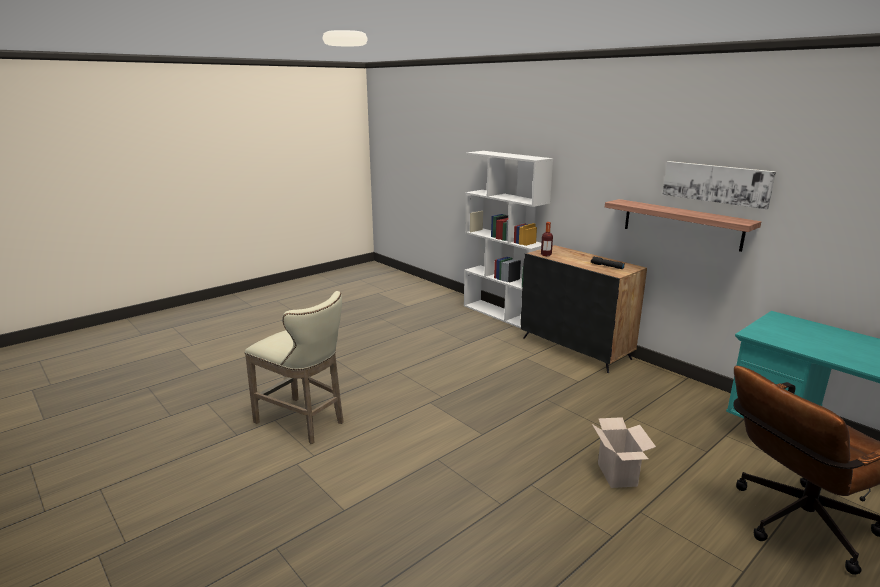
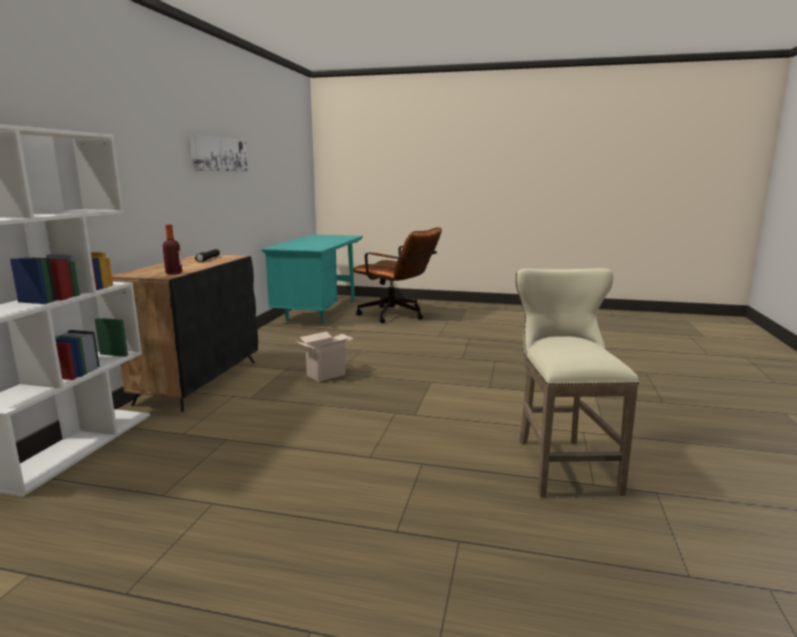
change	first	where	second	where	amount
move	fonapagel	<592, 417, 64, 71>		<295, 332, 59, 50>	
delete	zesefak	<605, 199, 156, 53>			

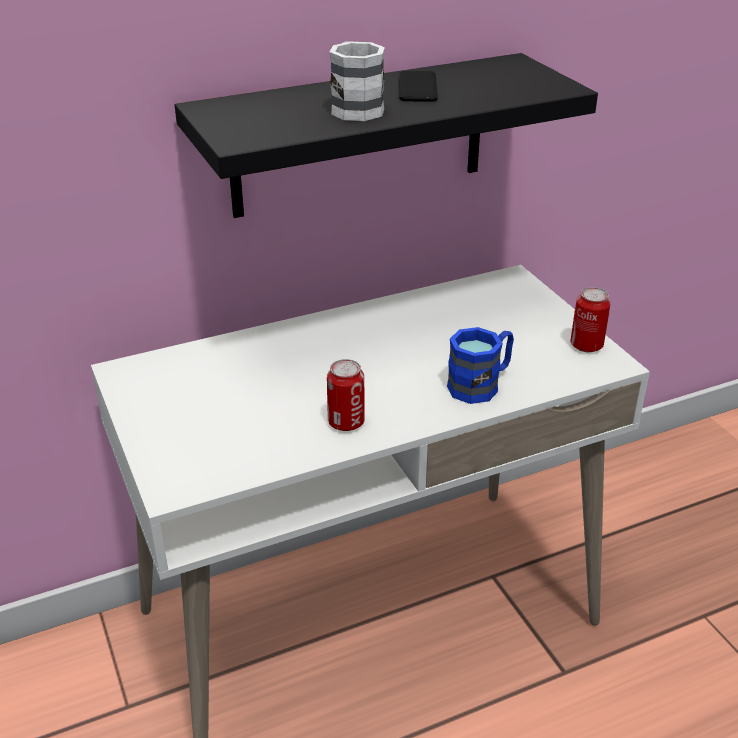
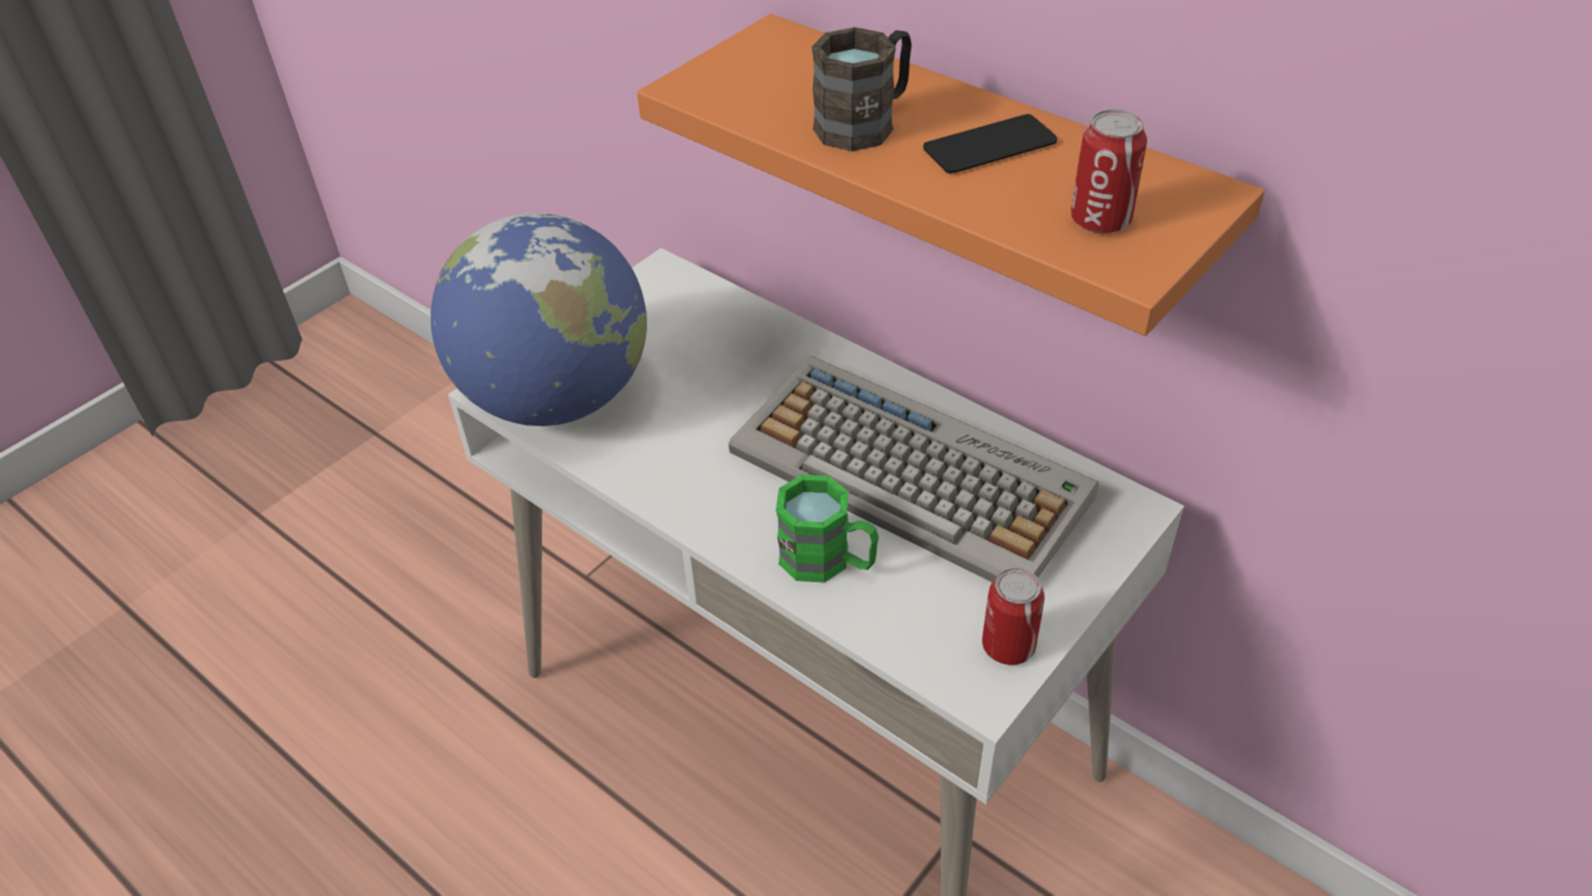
change	first	where	second	where	amount
recolor	black zesefak	<175, 53, 423, 165>	orange zesefak	<637, 14, 628, 322>	
move	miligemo	<327, 359, 38, 72>		<1071, 109, 76, 124>	
recolor	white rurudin	<330, 41, 55, 80>	brown rurudin	<812, 27, 100, 124>	
recolor	blue rurudin	<447, 327, 67, 77>	green rurudin	<776, 474, 103, 109>	
insert			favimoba	<431, 213, 216, 213>	
insert			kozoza	<728, 356, 371, 226>	

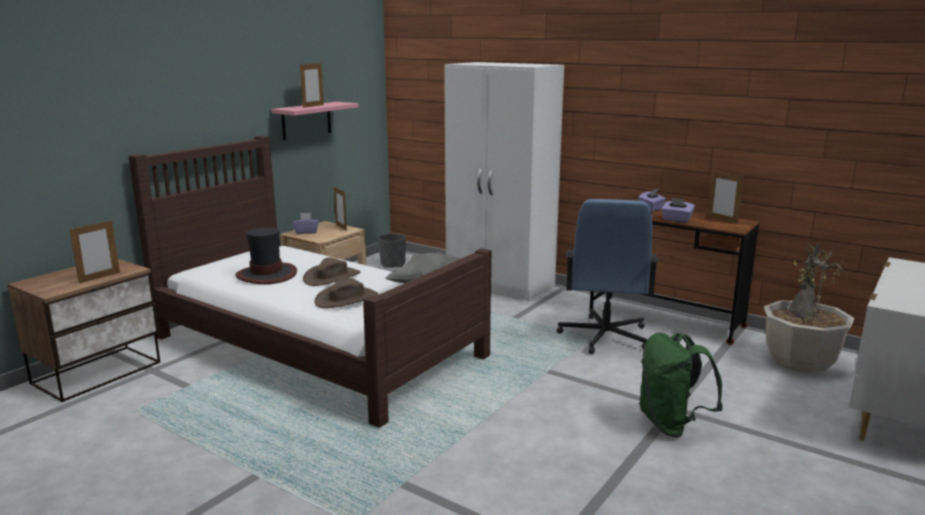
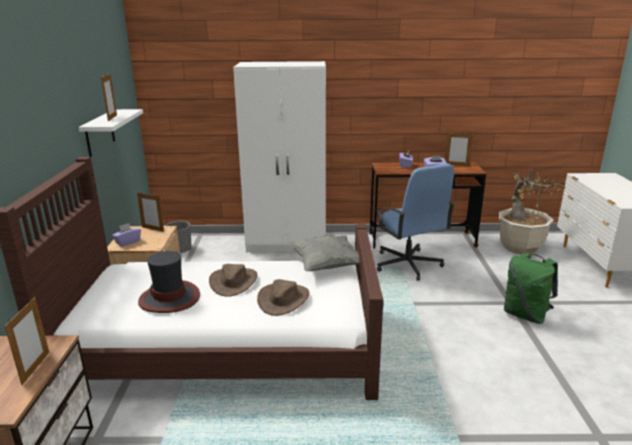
change	first	where	second	where	amount
recolor	pink zesefak	<272, 102, 87, 38>	white zesefak	<79, 109, 64, 48>	

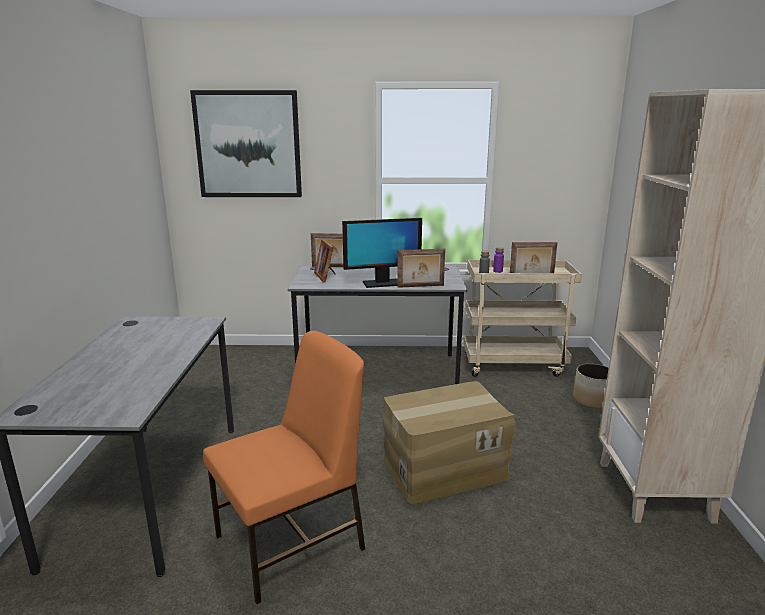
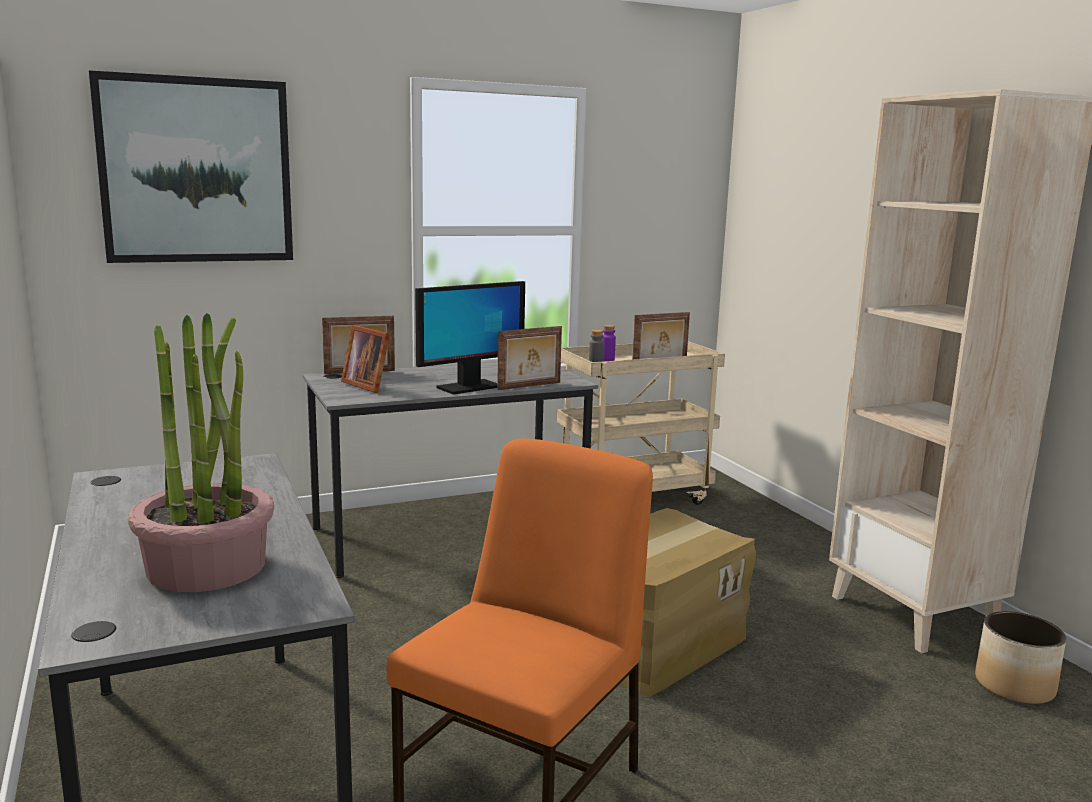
change	first	where	second	where	amount
move	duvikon	<573, 364, 36, 44>		<975, 611, 91, 93>	
insert			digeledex	<128, 313, 146, 279>	

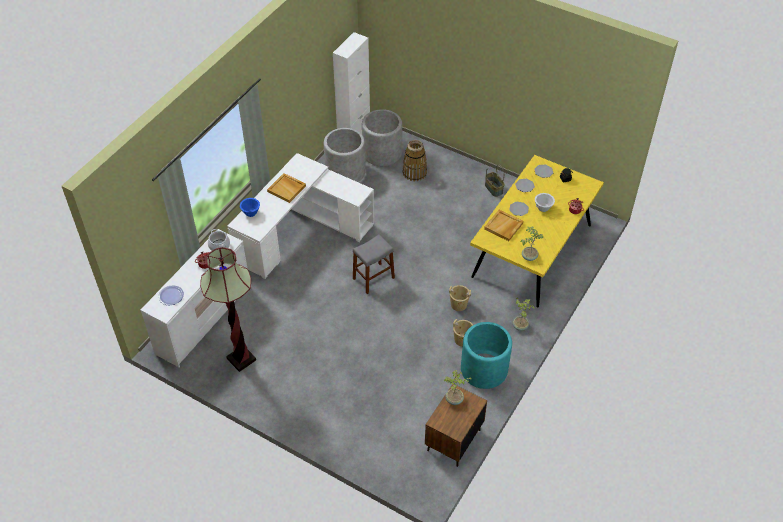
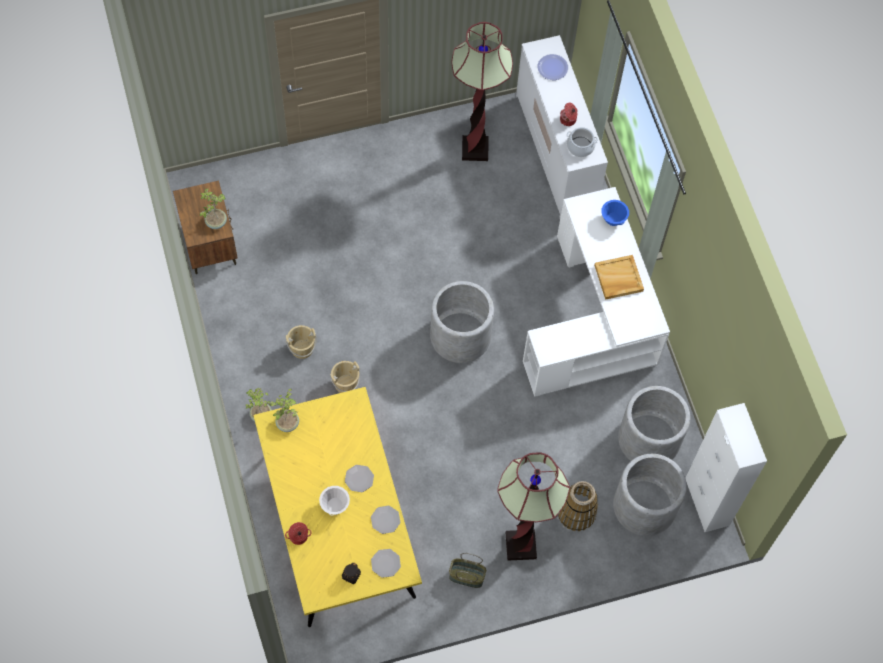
change	first	where	second	where	amount
replace	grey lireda	<353, 235, 42, 59>	grey duvikon	<430, 281, 64, 82>	
delete	turquoise duvikon	<461, 322, 51, 67>			
delete	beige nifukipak	<484, 210, 39, 31>			
insert			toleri	<497, 453, 73, 108>	

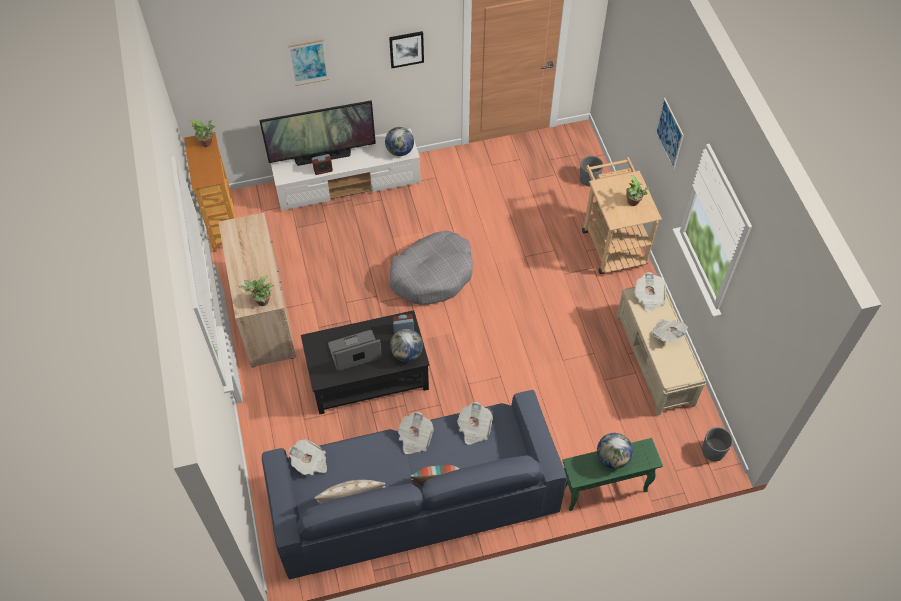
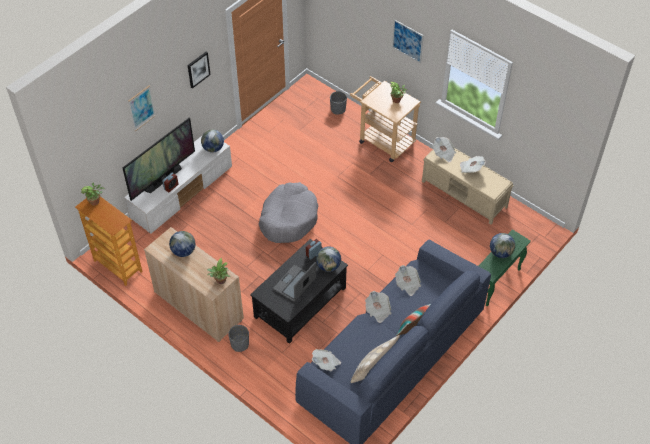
change	first	where	second	where	amount
move	grey duvikon	<702, 427, 31, 34>		<228, 325, 21, 27>	
insert			favimoba	<169, 231, 27, 26>	

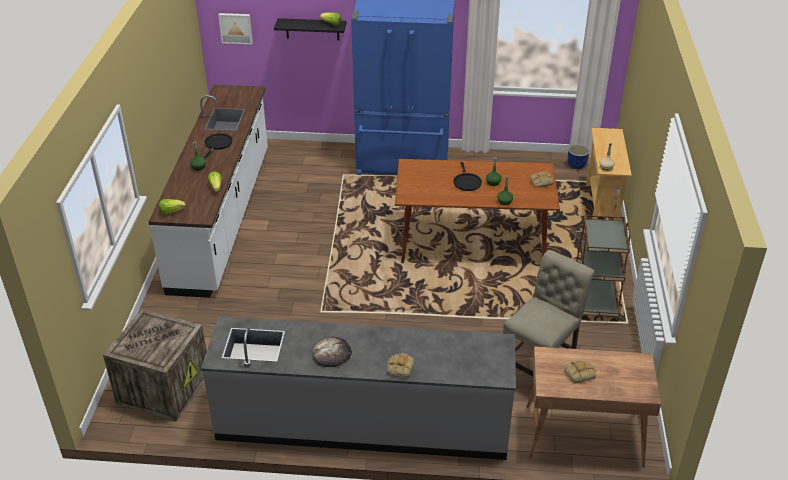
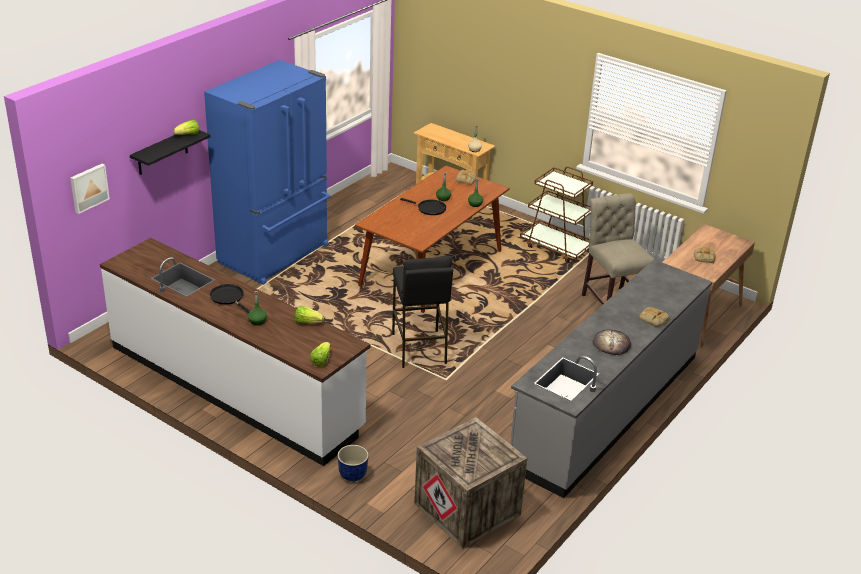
change	first	where	second	where	amount
move	duvikon	<568, 144, 22, 25>		<337, 445, 32, 37>	
insert			black lireda	<392, 256, 61, 112>	

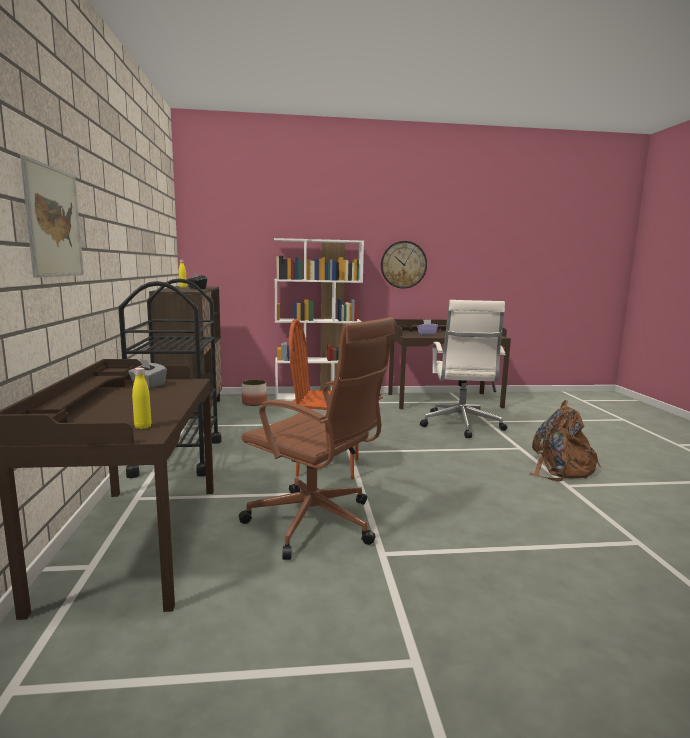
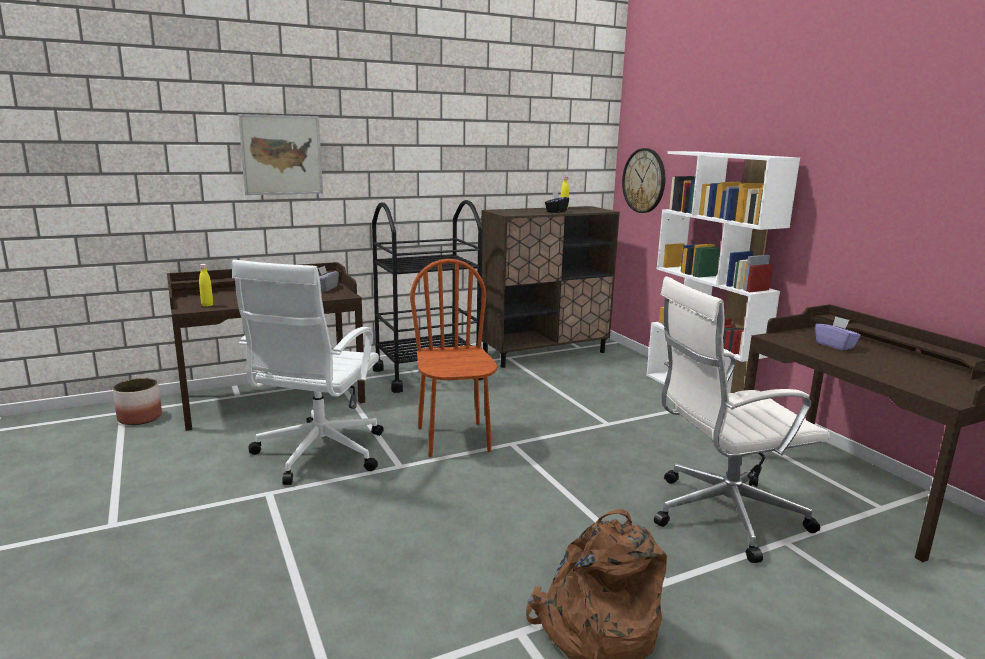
change	first	where	second	where	amount
recolor	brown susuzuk	<239, 317, 156, 243>	white susuzuk	<232, 260, 152, 225>	
move	duvikon	<242, 380, 25, 26>		<113, 378, 49, 47>	
move	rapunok	<381, 241, 46, 48>		<622, 148, 43, 65>	

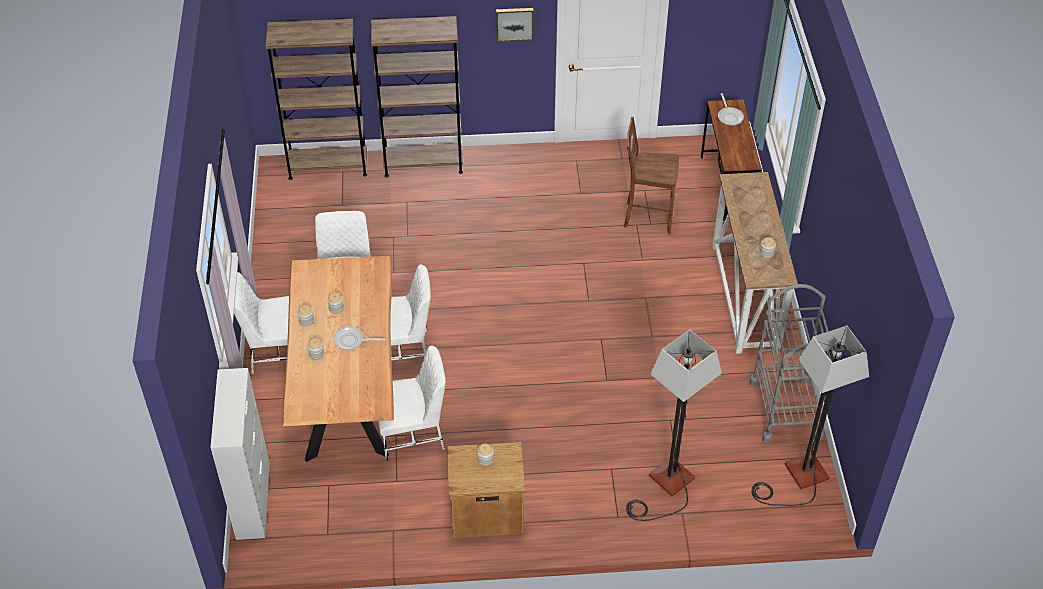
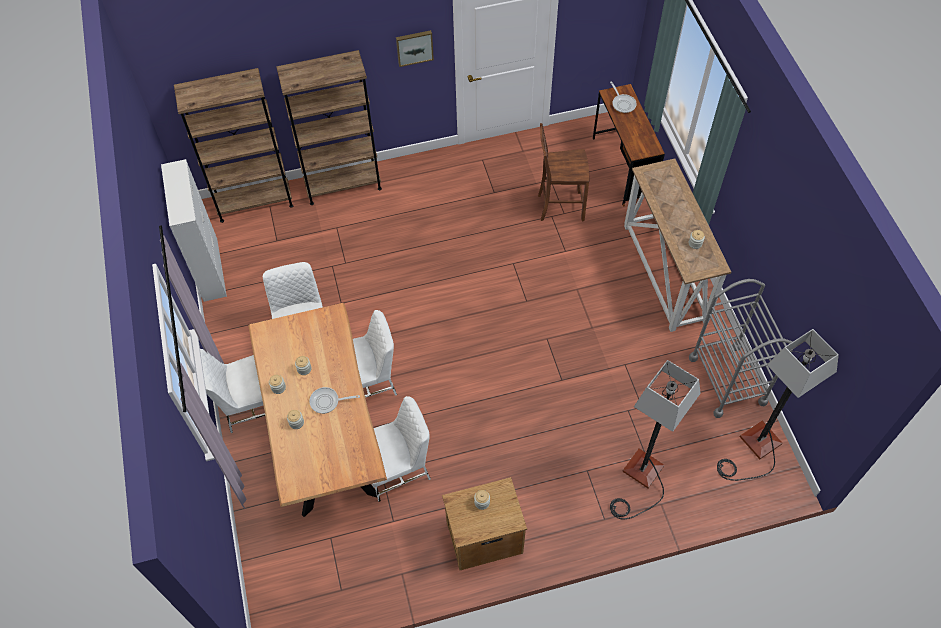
change	first	where	second	where	amount
move	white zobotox	<210, 368, 60, 172>		<161, 159, 66, 143>	

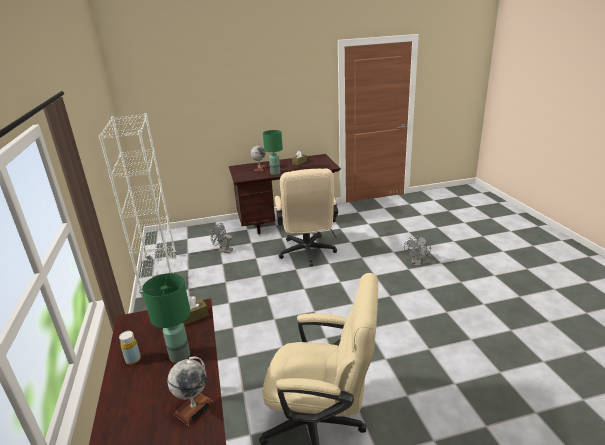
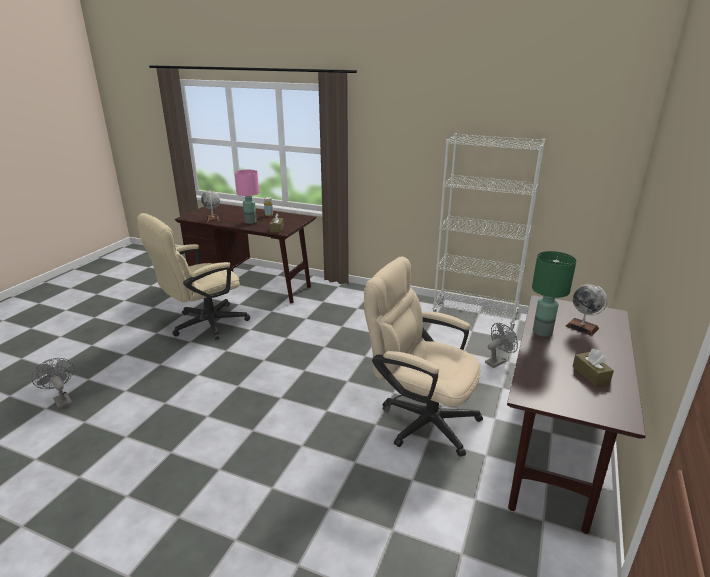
change	first	where	second	where	amount
recolor	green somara	<142, 273, 48, 90>	pink somara	<235, 170, 24, 54>	
move	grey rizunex	<404, 235, 27, 31>		<31, 358, 43, 51>	

